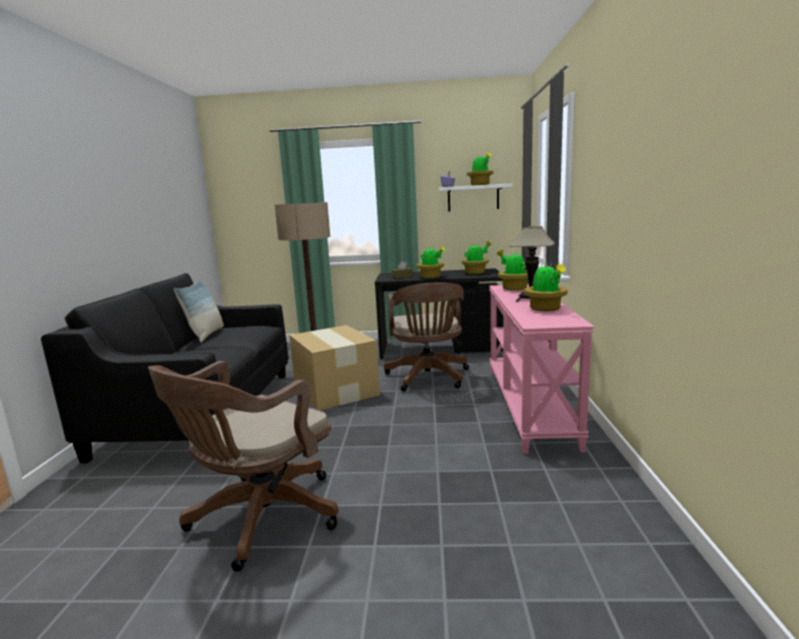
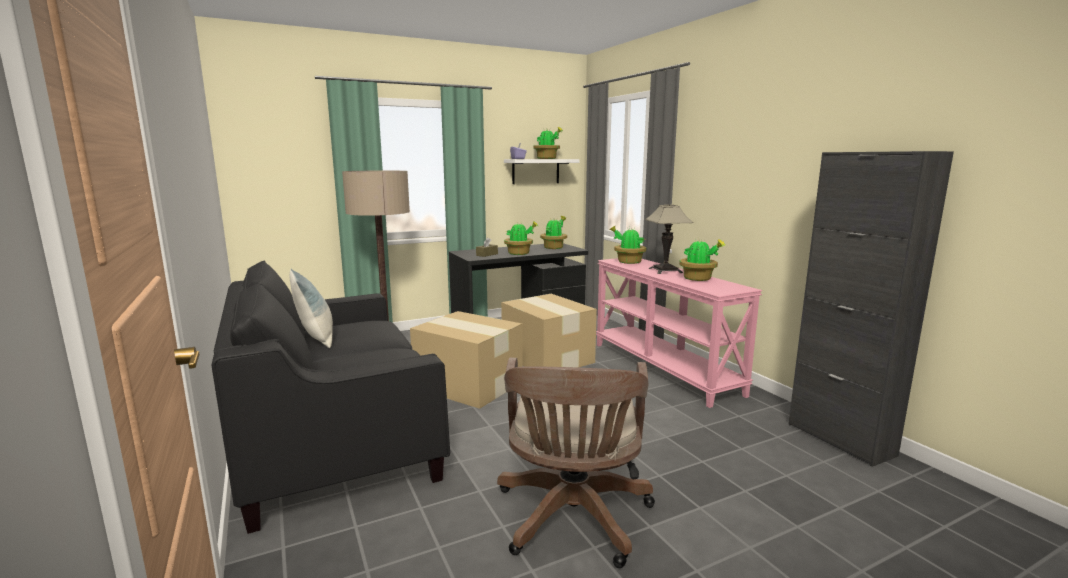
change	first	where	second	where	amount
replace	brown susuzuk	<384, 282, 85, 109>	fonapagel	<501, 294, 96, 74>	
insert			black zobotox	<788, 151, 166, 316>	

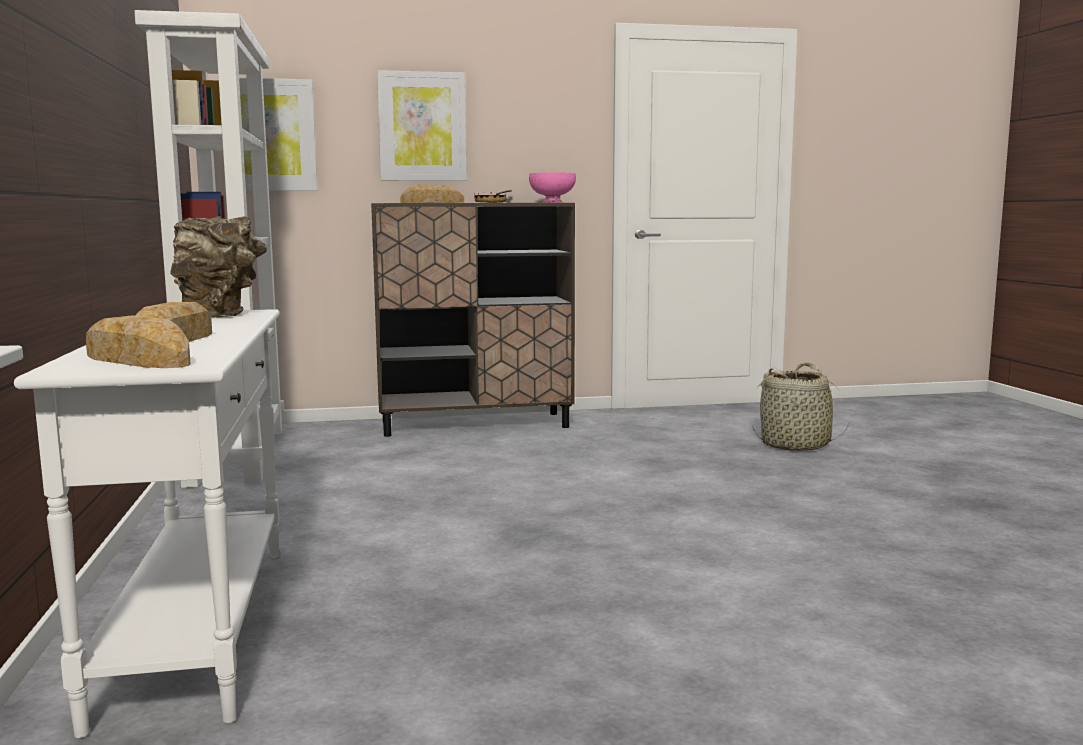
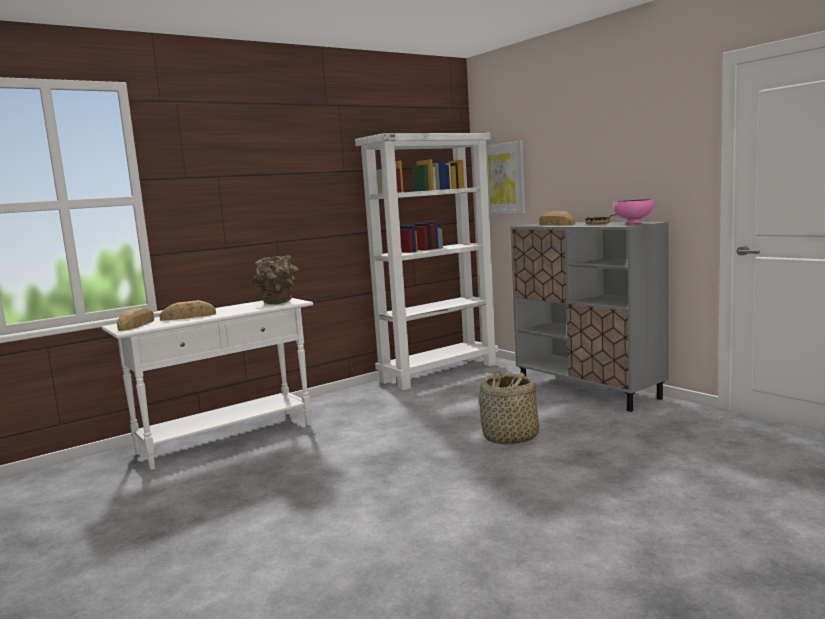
change	first	where	second	where	amount
recolor	brown zobotox	<371, 203, 204, 234>	grey zobotox	<510, 222, 159, 190>	
delete	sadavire	<377, 70, 90, 111>			
move	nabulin	<752, 362, 98, 89>		<479, 371, 60, 73>	

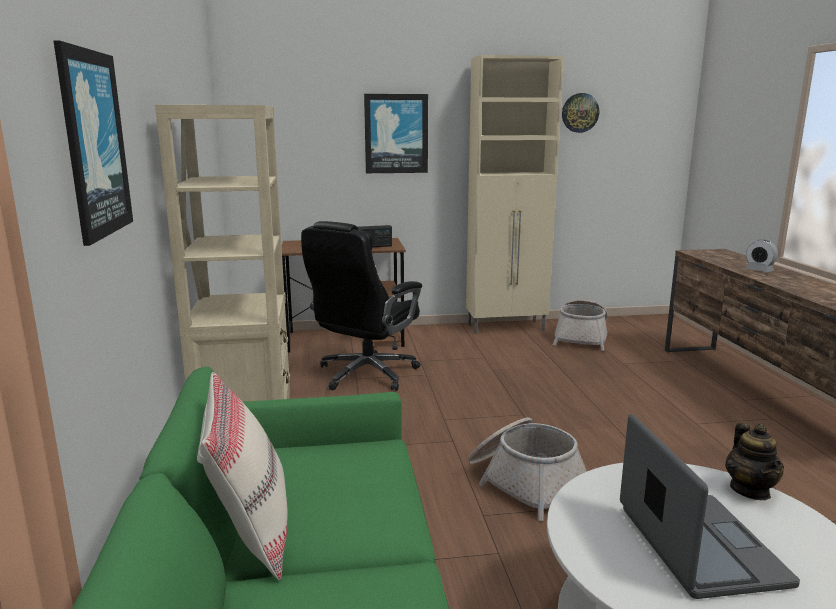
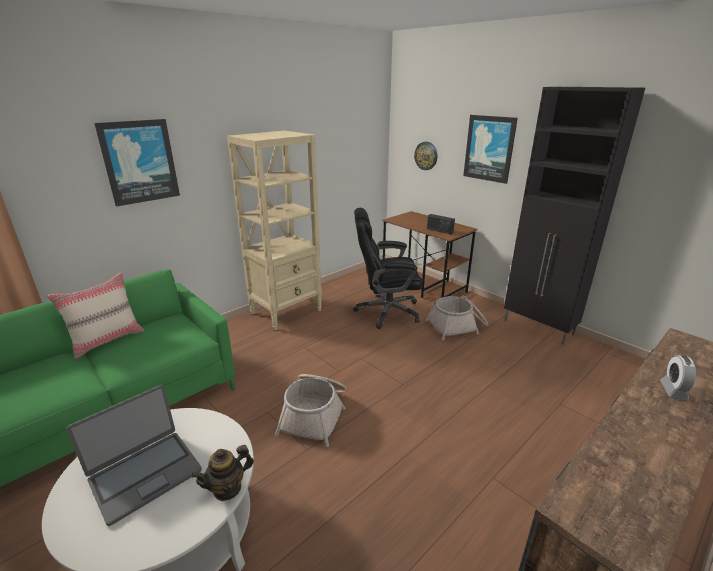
change	first	where	second	where	amount
recolor	beige zobotox	<466, 55, 98, 279>	black zobotox	<504, 87, 141, 258>	
move	nabulin	<553, 299, 55, 52>		<425, 295, 64, 45>	
move	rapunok	<562, 93, 37, 40>		<414, 142, 23, 28>	

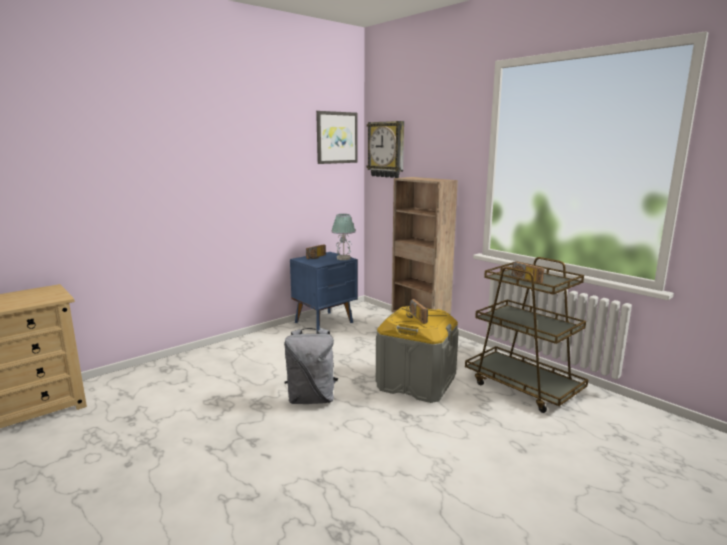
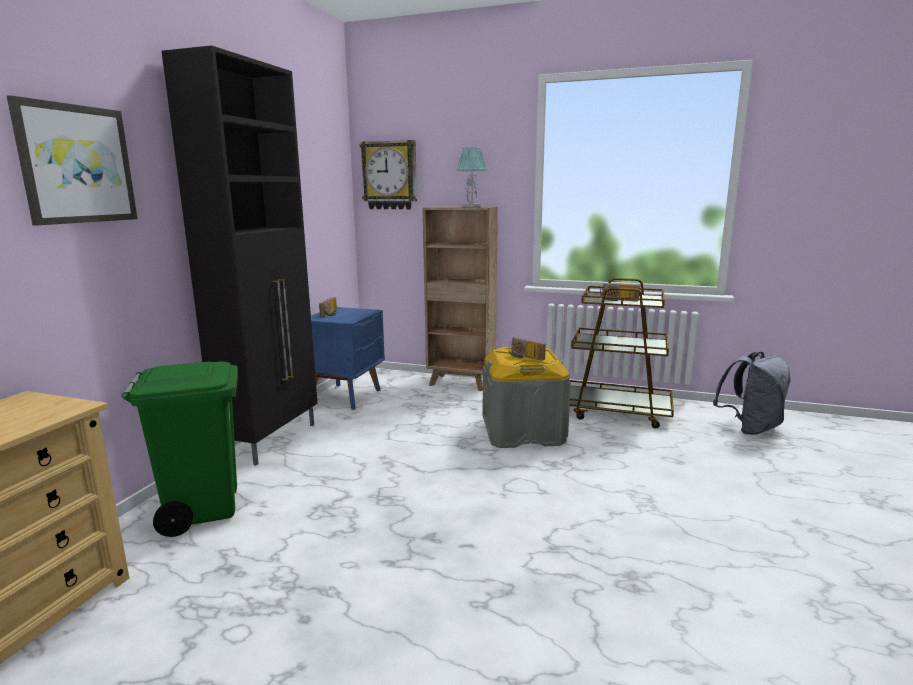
change	first	where	second	where	amount
move	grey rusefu	<284, 328, 54, 76>		<713, 352, 78, 83>	
move	sadavire	<316, 111, 42, 53>		<7, 95, 130, 130>	
move	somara	<331, 214, 25, 46>		<457, 147, 30, 60>	
insert			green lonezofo	<122, 361, 116, 176>	
insert			black zobotox	<162, 45, 156, 421>	

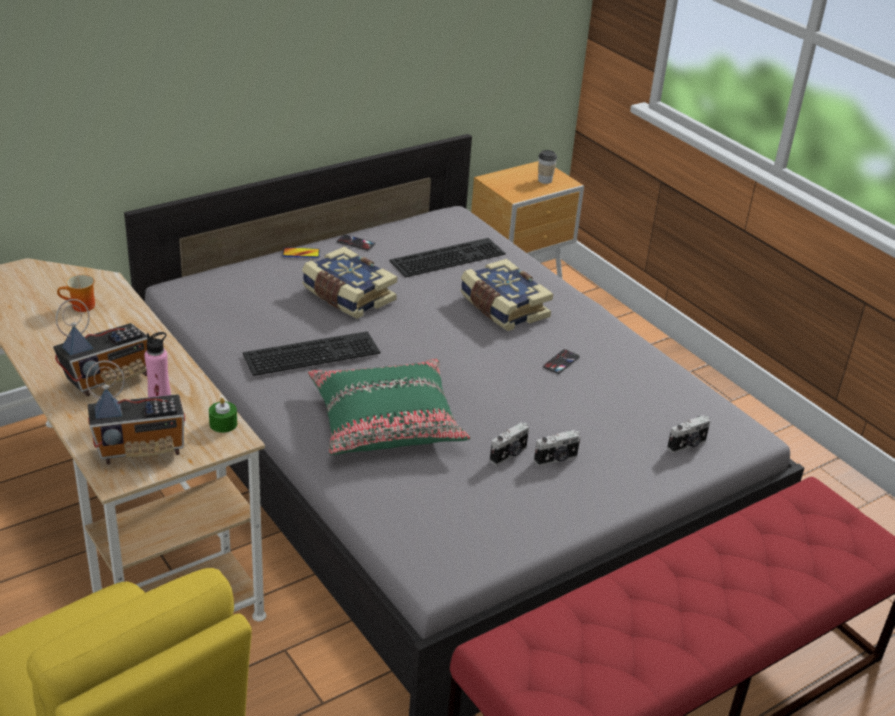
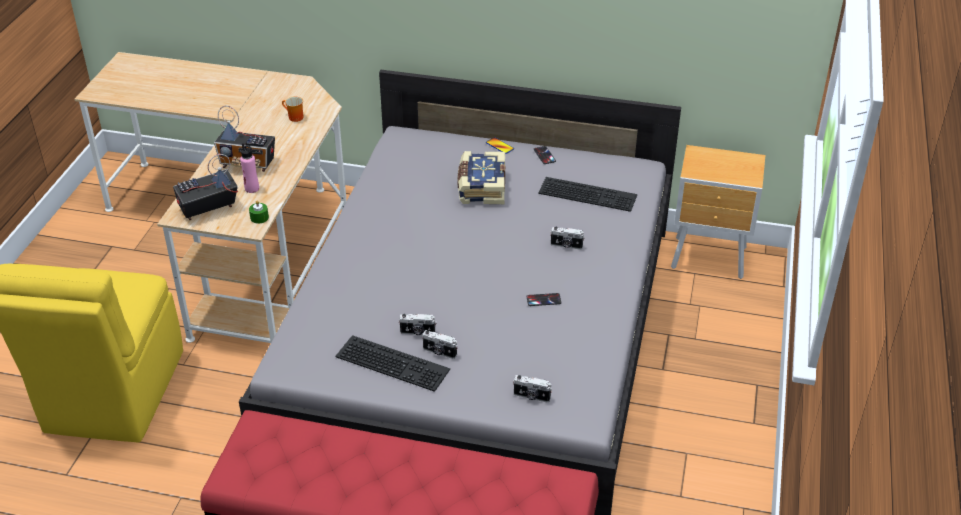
change	first	where	second	where	amount
rotate	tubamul	<86, 360, 99, 105>		<173, 154, 65, 66>	120 degrees clockwise
move	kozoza	<243, 331, 137, 45>		<335, 335, 115, 57>	
delete	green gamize	<308, 359, 163, 96>			
replace	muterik	<460, 259, 93, 72>	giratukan	<550, 227, 35, 23>	
delete	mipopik	<538, 150, 19, 34>			

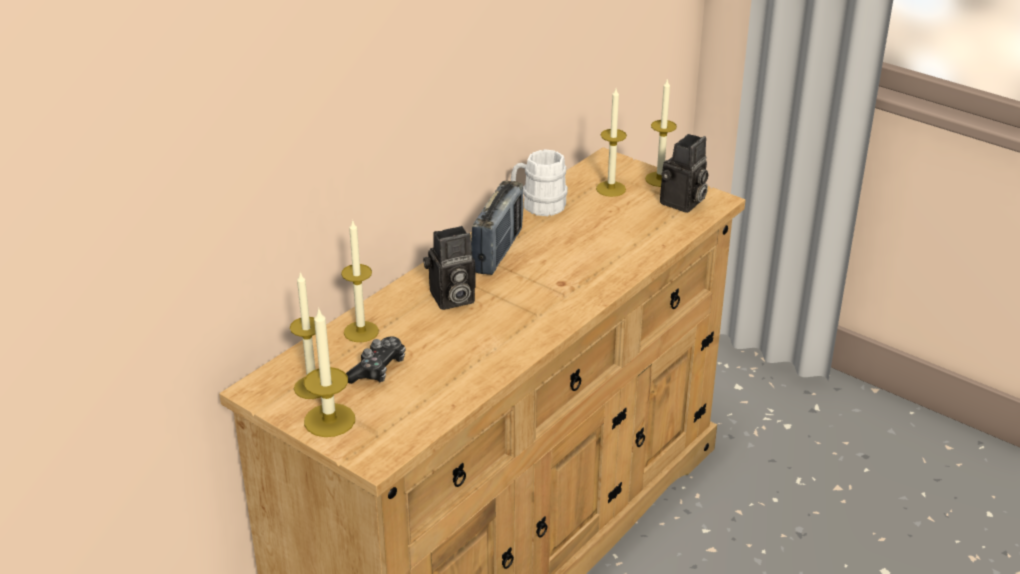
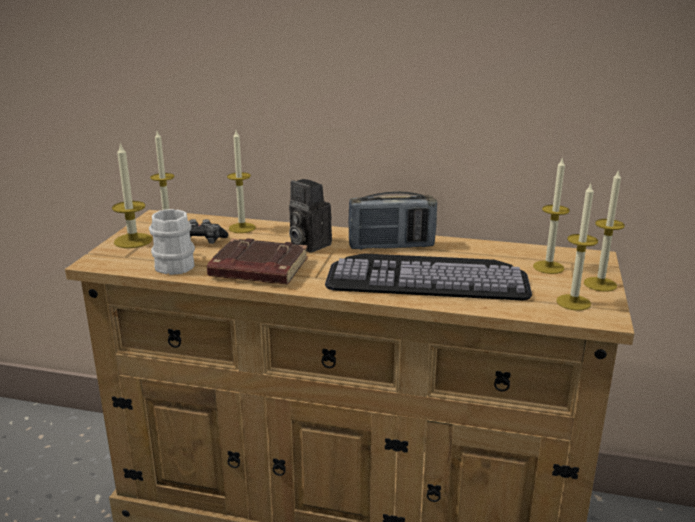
change	first	where	second	where	amount
move	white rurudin	<511, 149, 57, 67>		<149, 209, 46, 66>	
replace	giratukan	<660, 134, 48, 79>	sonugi	<556, 184, 42, 126>	
insert			brown muterik	<207, 238, 101, 46>	
insert			kozoza	<325, 253, 207, 47>	

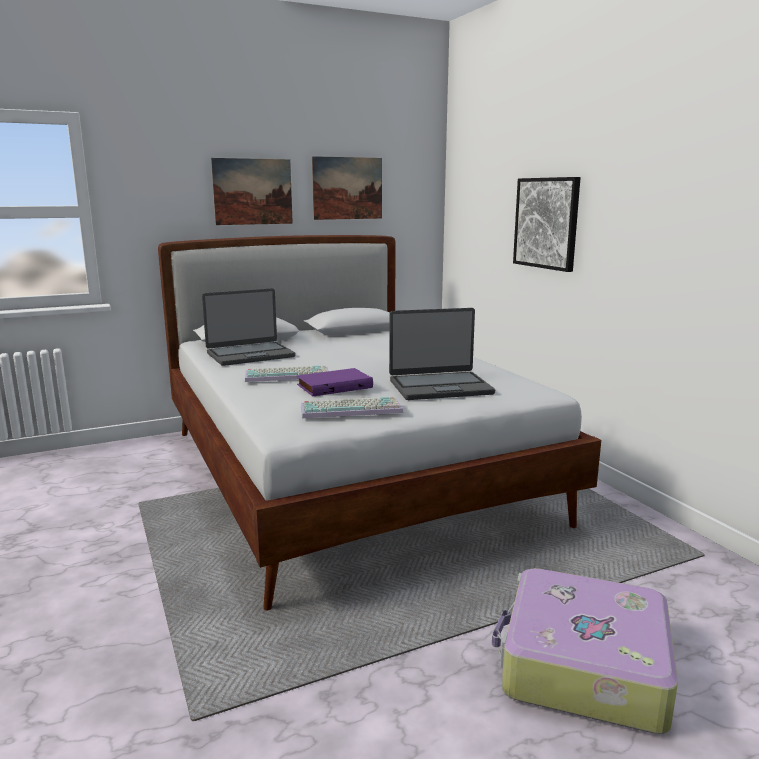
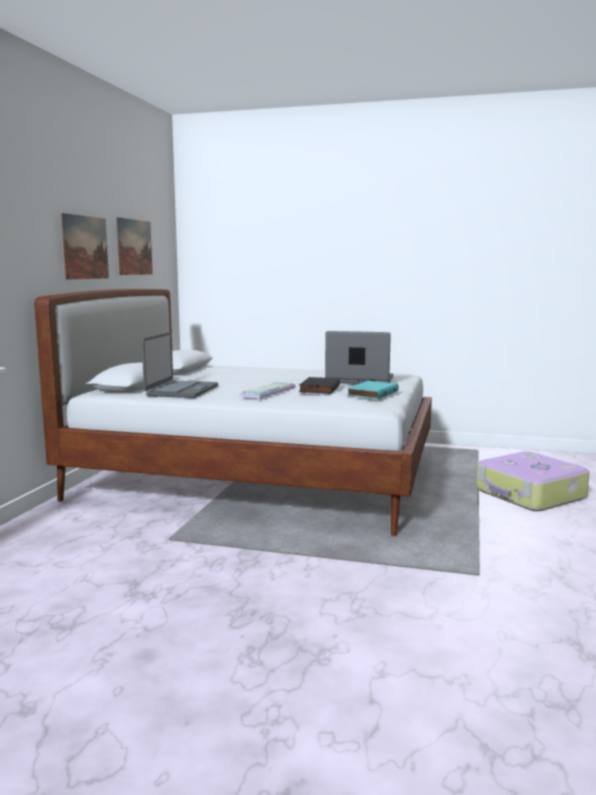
change	first	where	second	where	amount
recolor	purple muterik	<297, 368, 76, 29>	black muterik	<299, 377, 41, 17>	
replace	kozoza	<301, 397, 102, 21>	turquoise muterik	<347, 381, 52, 18>	
rotate	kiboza	<389, 308, 106, 92>		<325, 331, 68, 53>	105 degrees counterclockwise
delete	sadavire	<513, 177, 68, 95>			

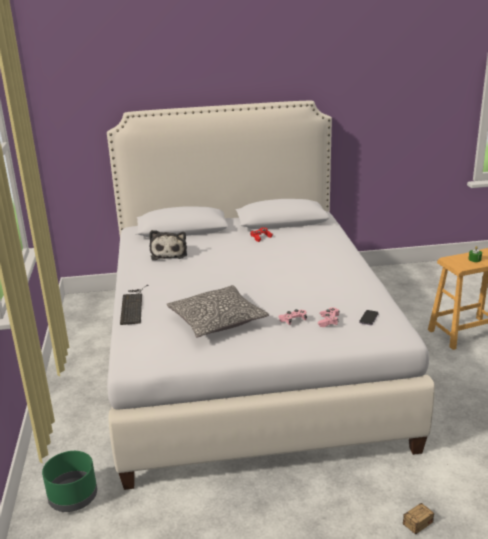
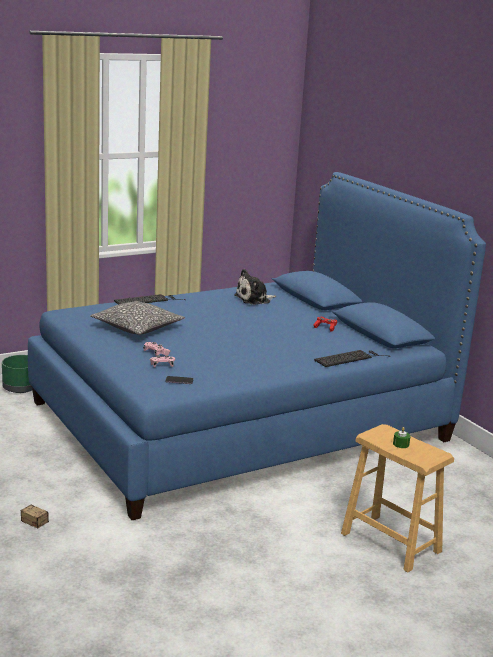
change	first	where	second	where	amount
recolor	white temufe	<107, 101, 328, 389>	blue temufe	<28, 172, 458, 348>	
insert			kozoza	<314, 350, 77, 17>	

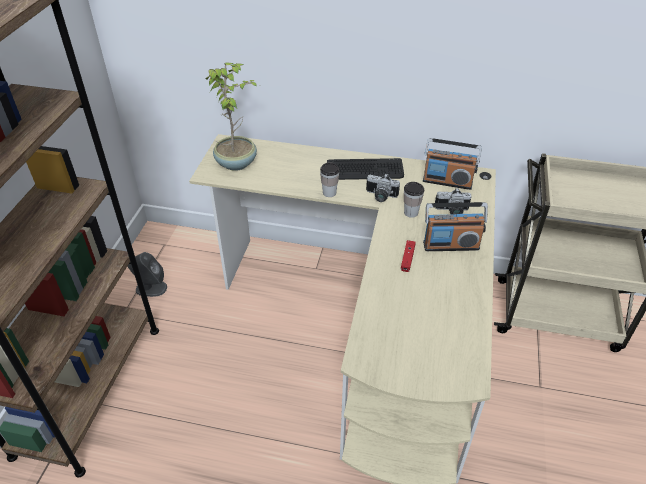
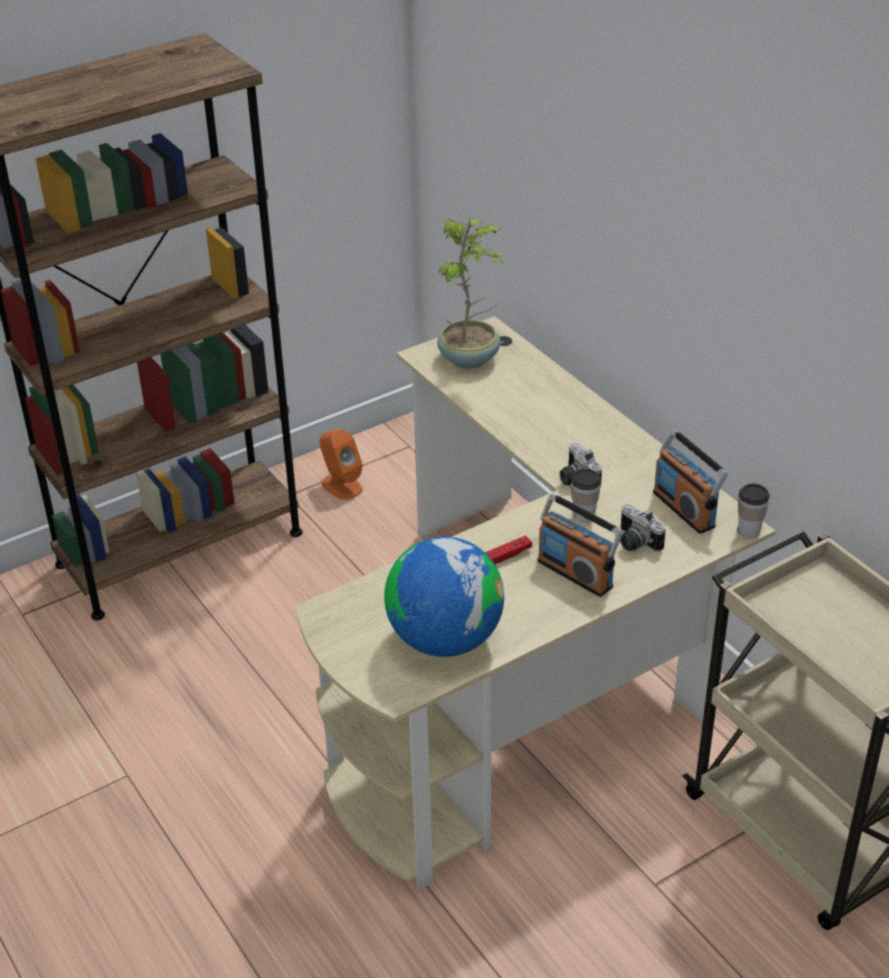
change	first	where	second	where	amount
recolor	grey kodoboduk	<127, 252, 40, 45>	orange kodoboduk	<319, 429, 44, 71>	
move	mipopik	<320, 162, 19, 35>		<738, 483, 31, 55>	
delete	kozoza	<327, 158, 77, 22>			
insert			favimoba	<384, 537, 120, 120>	

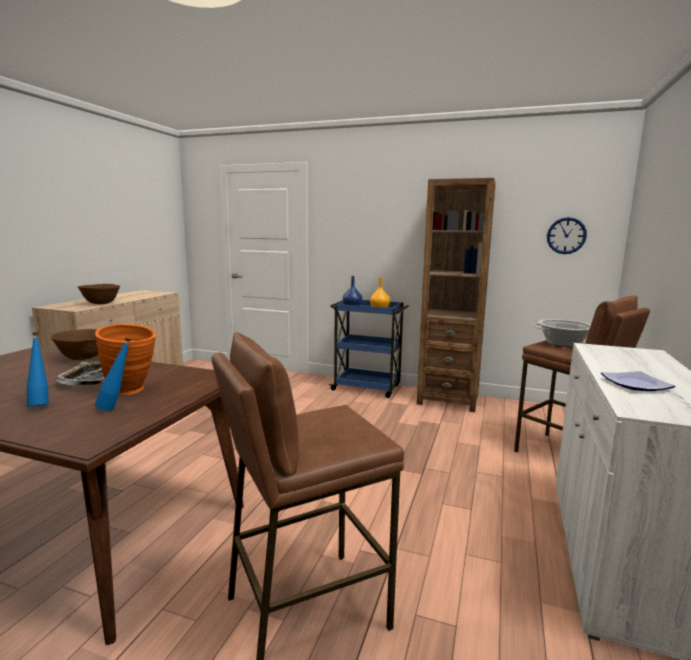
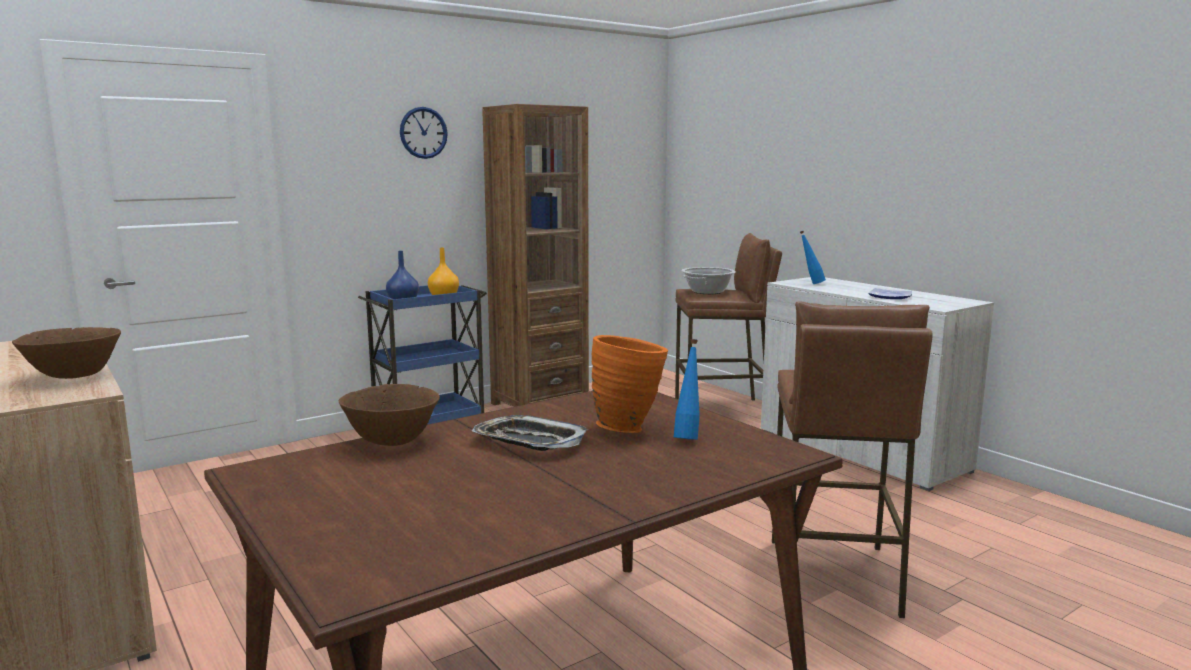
change	first	where	second	where	amount
move	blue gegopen	<27, 332, 22, 74>		<800, 230, 26, 54>	
move	rapunok	<547, 217, 40, 37>		<400, 107, 48, 52>	

